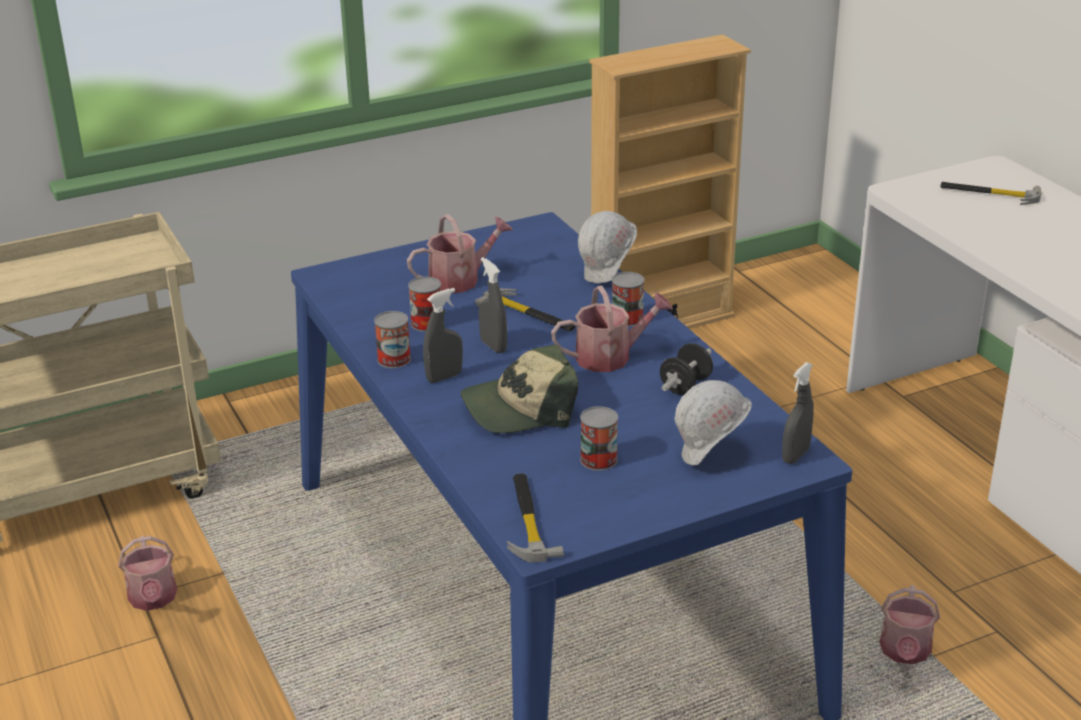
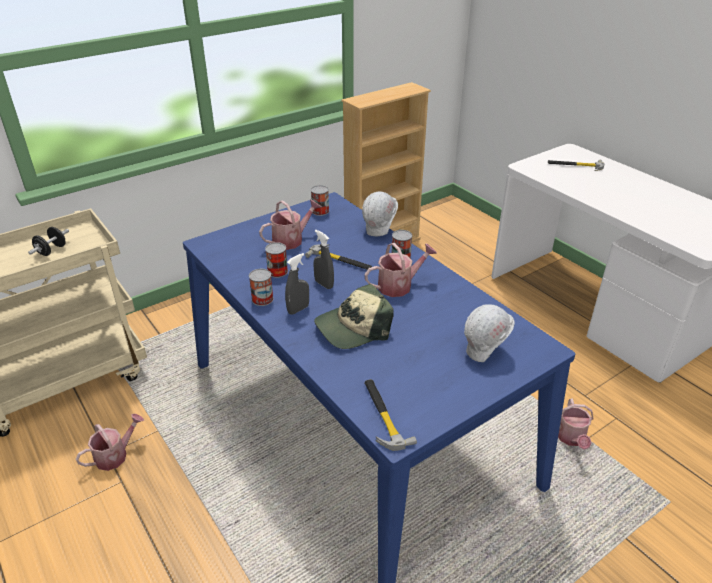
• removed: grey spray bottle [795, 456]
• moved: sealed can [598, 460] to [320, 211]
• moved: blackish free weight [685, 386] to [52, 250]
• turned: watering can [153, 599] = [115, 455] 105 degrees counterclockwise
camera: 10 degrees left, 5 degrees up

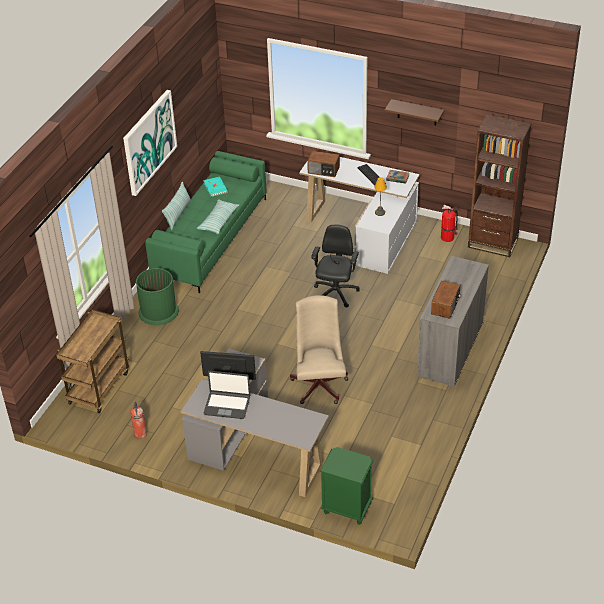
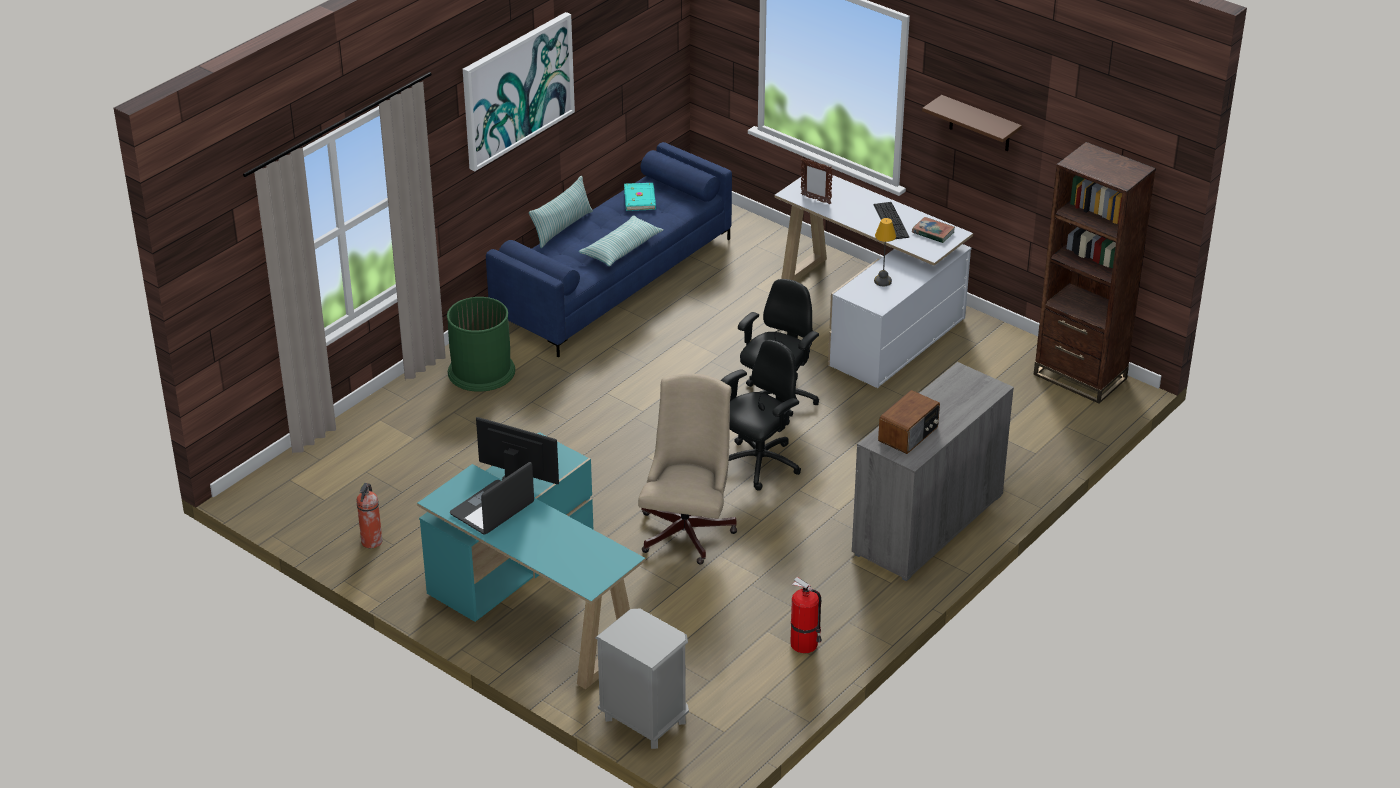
• removed: brown trolley [99, 387]
• added: blackish computer chair [758, 464]
• moved: extinguisher [448, 237] to [805, 644]
• replaced: radio receiver [323, 170] to picture frame [815, 199]
• recoloured: greenish settee [210, 238] to blue settee [613, 279]
• recoloured: grey desk unit [252, 448] to turquoise desk unit [535, 599]
• recoloured: greenish nightstand [347, 508] to grey nightstand [644, 721]
• turned: portable computer [227, 405] = [493, 509] 105 degrees clockwise
camera: 15 degrees right, 5 degrees down

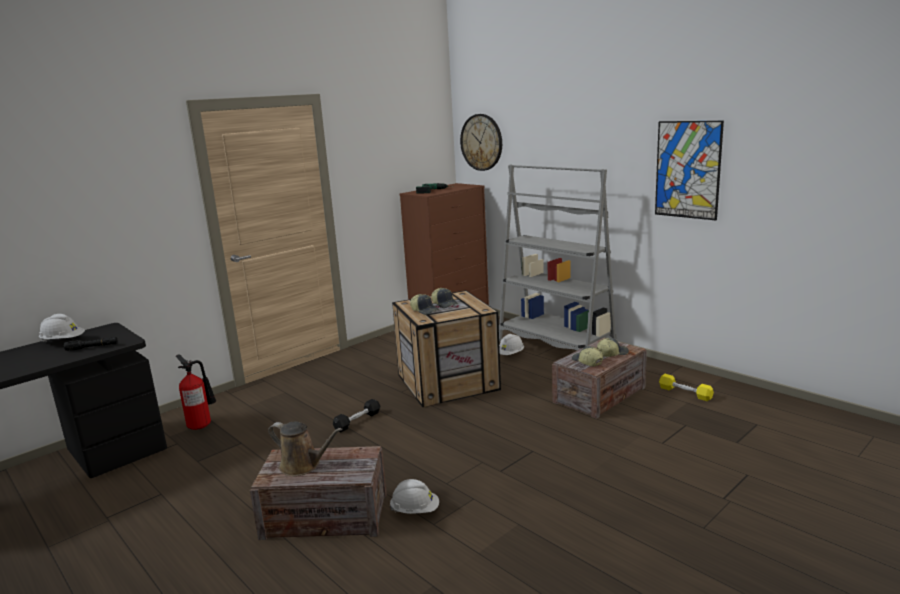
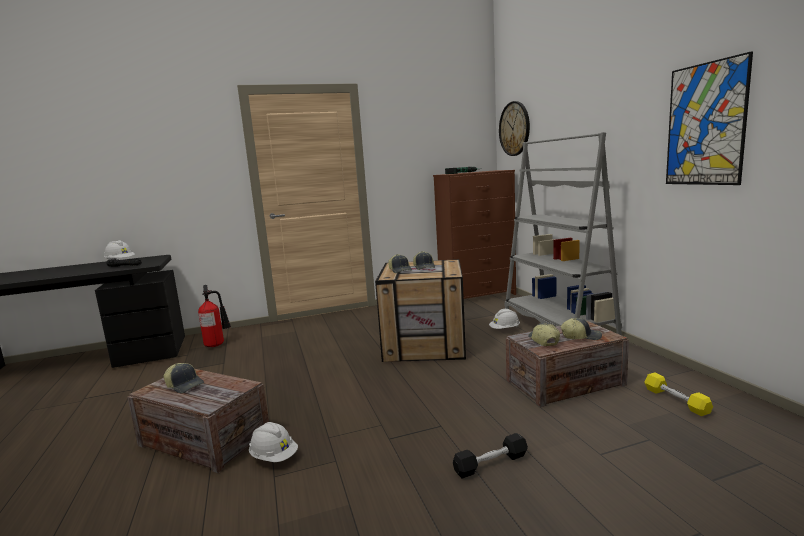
• moved: blackish free weight [357, 421] to [490, 463]
• replaced: brown watering can [303, 465] to peaked cap [185, 385]
camera: 25 degrees right, 5 degrees down

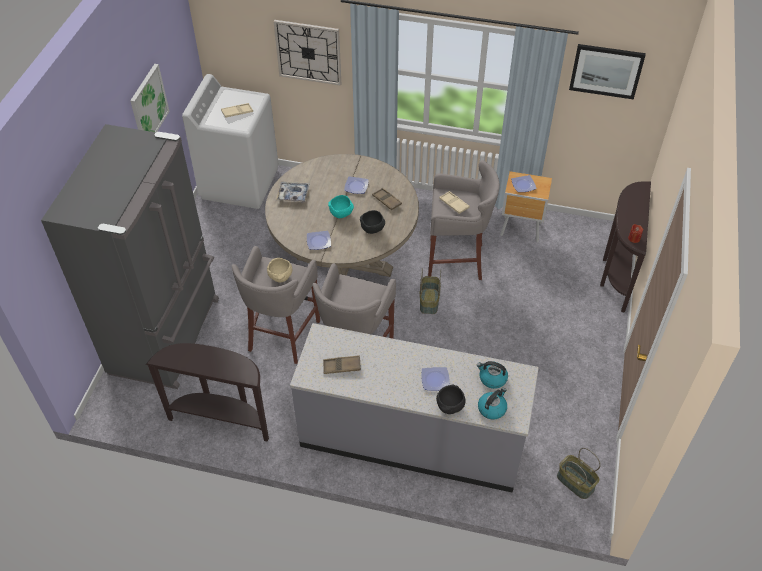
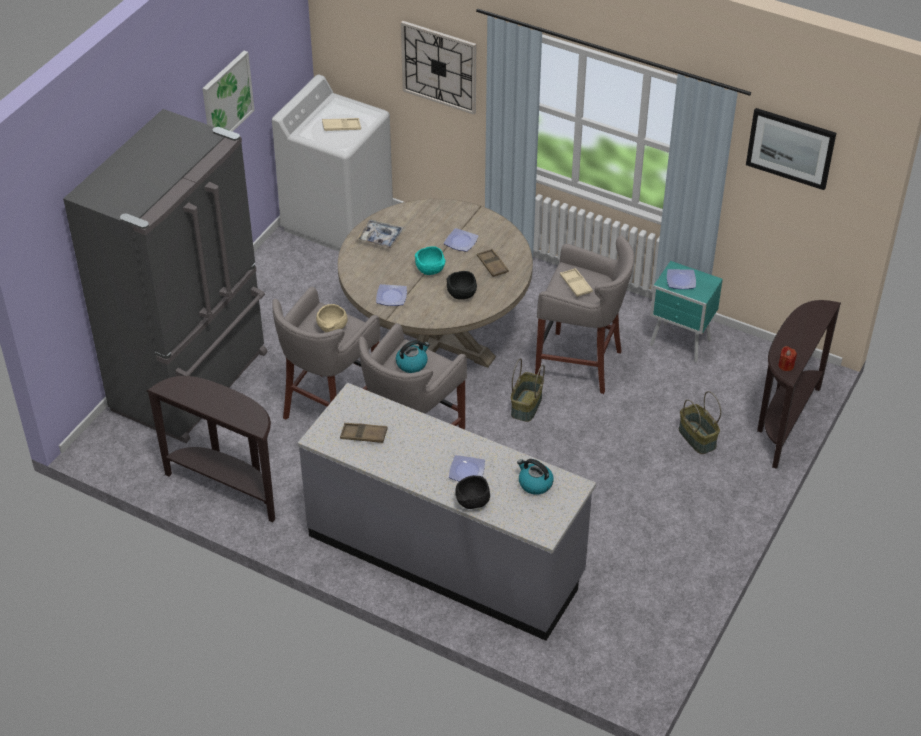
• moved: water kettle [492, 408] to [412, 363]
• moved: storage basket [574, 482] to [696, 438]
• recoloured: brown nightstand [521, 230] to turquoise nightstand [681, 344]
camera: 15 degrees right, 5 degrees down

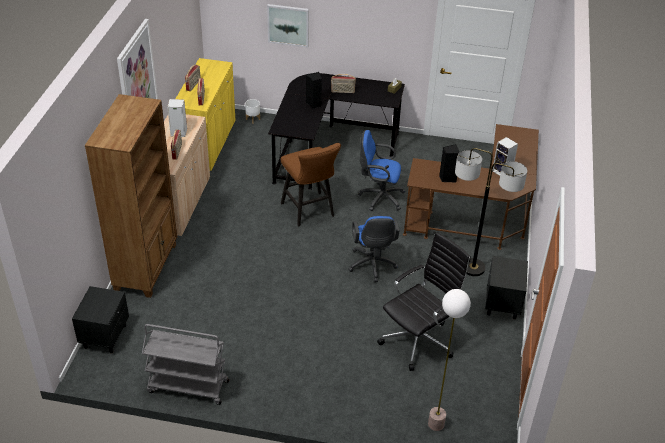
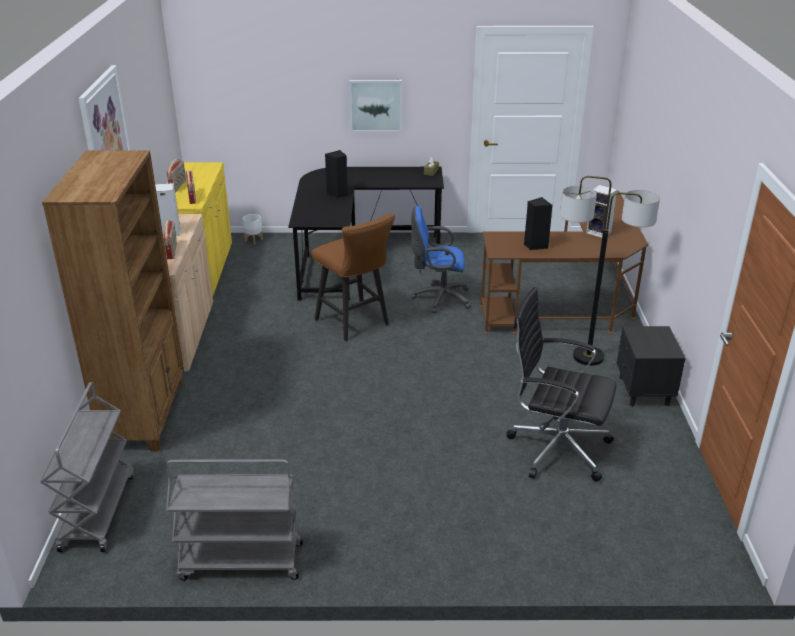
• removed: radio receiver [342, 91]
• removed: blue computer chair [372, 266]
• removed: standing lamp [436, 424]
• moved: wall art [288, 25] to [375, 105]
• replaced: blackish nightstand [105, 336] to grey trolley [97, 511]
• turned: blackish computer chair [419, 340] = [556, 448] 105 degrees counterclockwise
camera: 10 degrees left, 10 degrees down

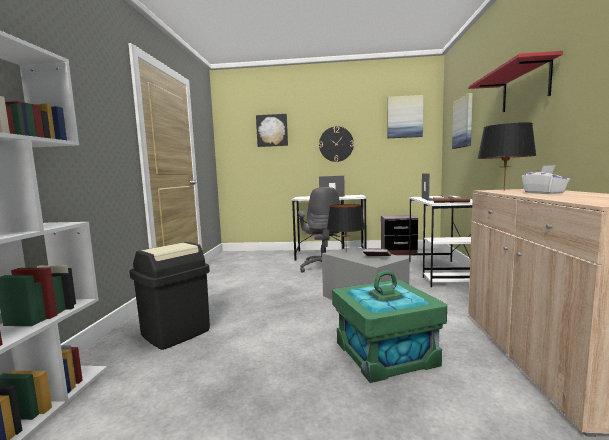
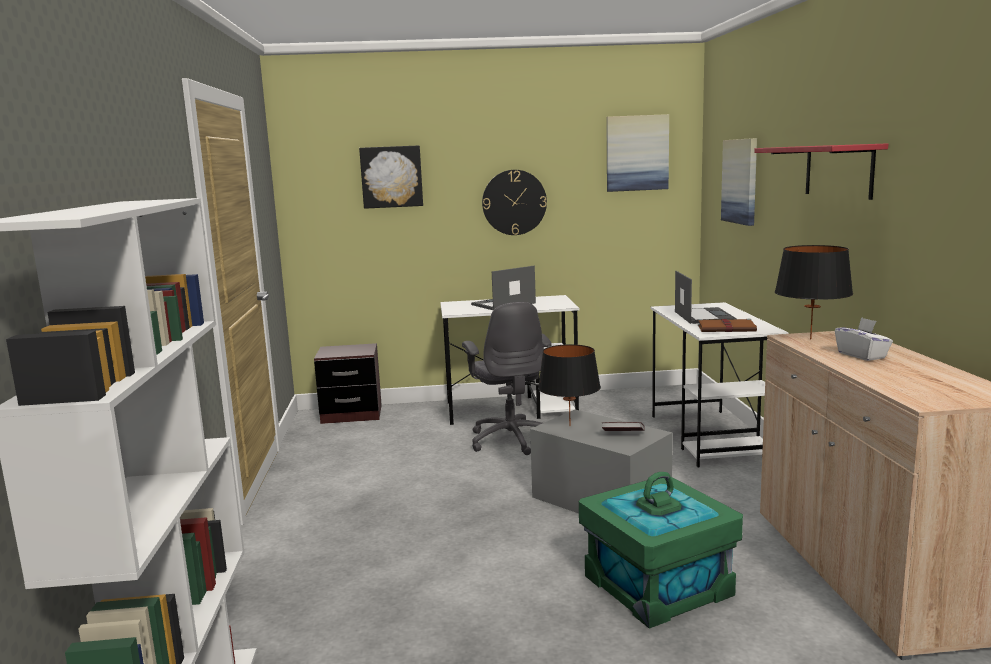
• removed: blackish rubbish bin [176, 333]
• moved: brown nightstand [398, 252] to [352, 414]
camera: 10 degrees left, 5 degrees up

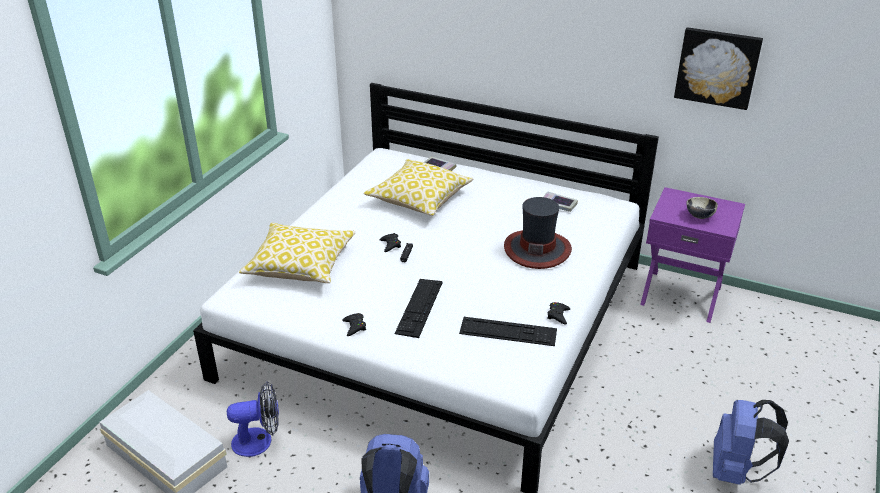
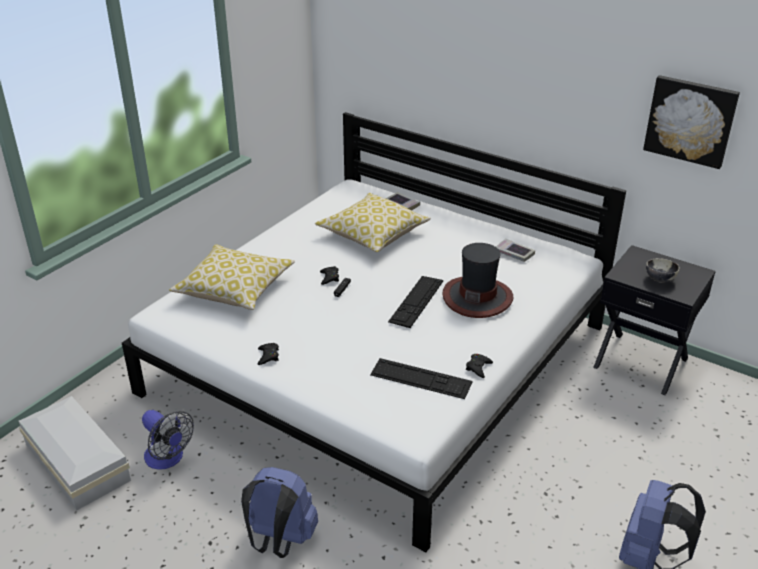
• moved: computer keyboard [419, 307] to [416, 301]
• recoloured: purple-coloured nightstand [681, 294] to blackish nightstand [641, 362]
• turned: cooling fan [259, 441] = [168, 459] 45 degrees clockwise
camera: 10 degrees right, 0 degrees up

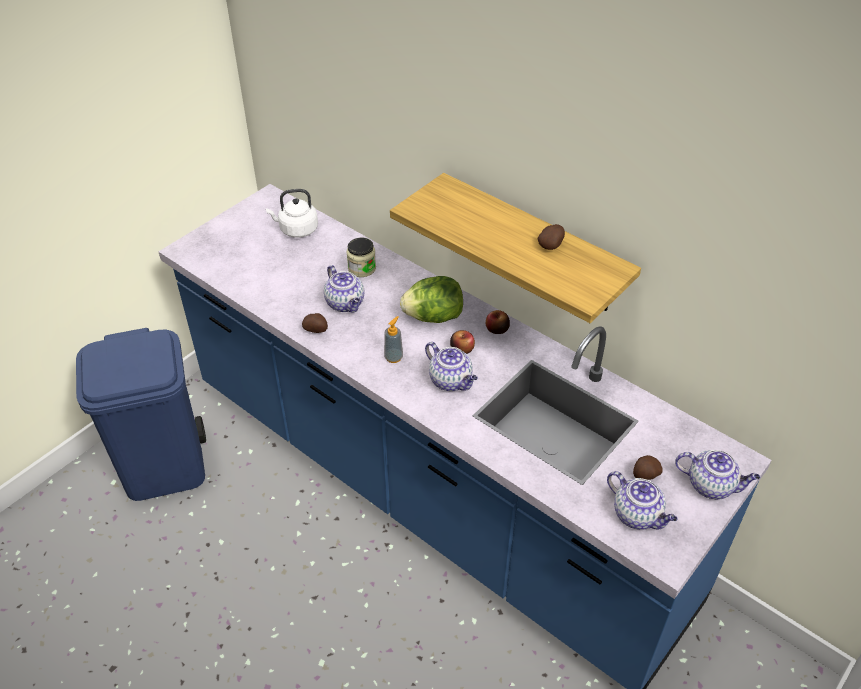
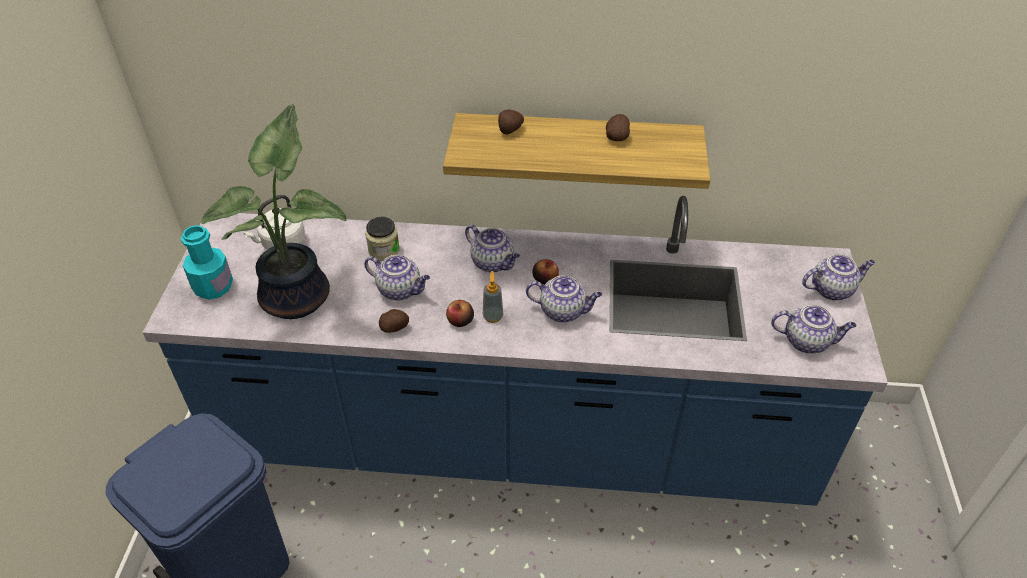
• added: turquoise bottle [213, 287]
• added: potted plant [300, 296]
• moved: apple fruit [497, 329] to [460, 321]
• moved: spud [645, 475] to [509, 130]
• replaced: head of lettuce [434, 316] to teapot [493, 263]
camera: 35 degrees left, 0 degrees up

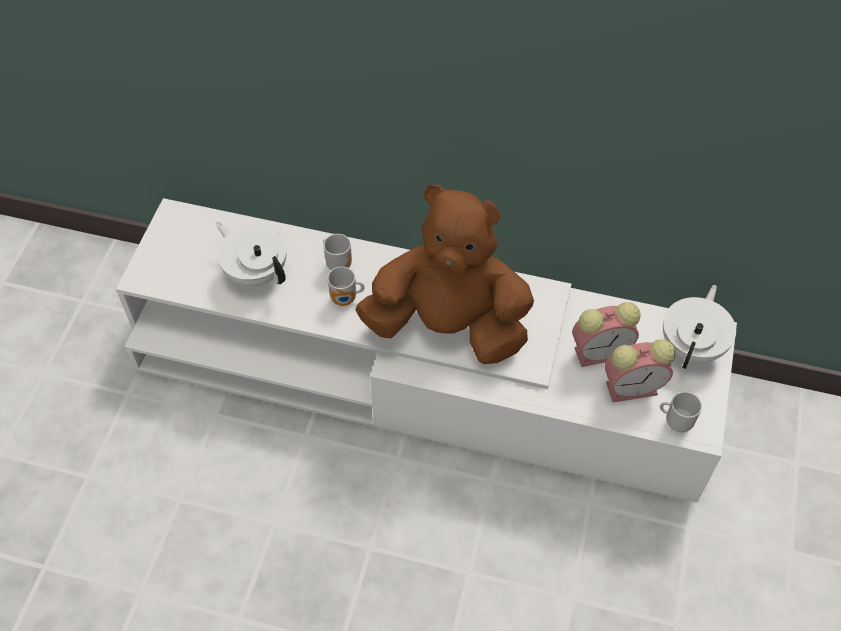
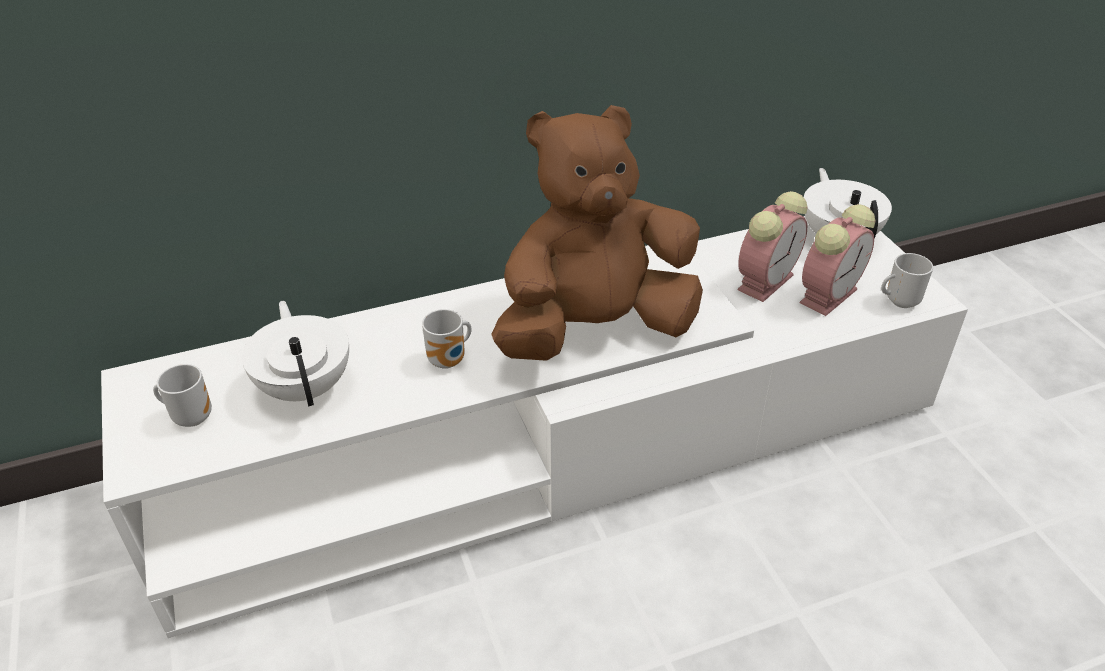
• moved: mug [338, 264] to [191, 416]
• turned: white-coloured teapot [256, 272] = [306, 387] 60 degrees clockwise
camera: 35 degrees left, 15 degrees down

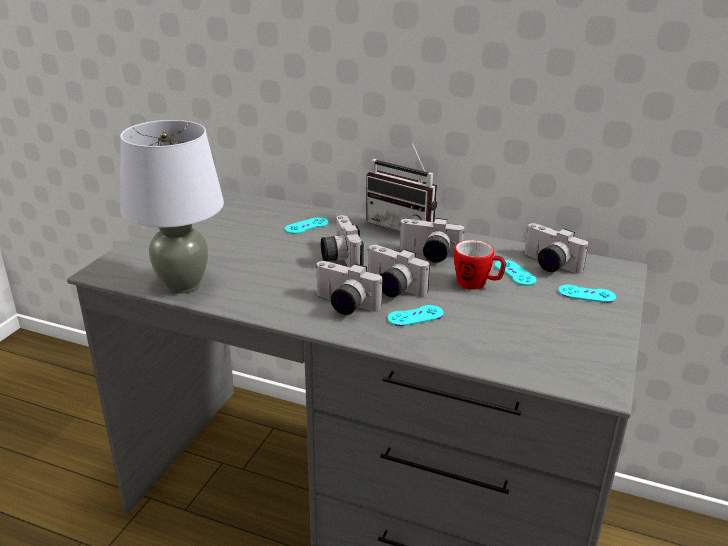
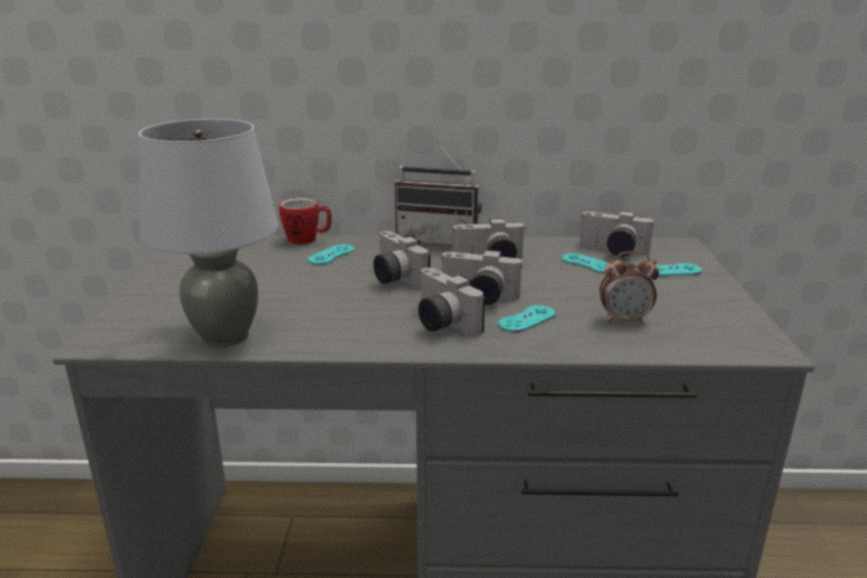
• added: table clock [624, 320]
• moved: mug [477, 284] to [308, 240]
• turned: still camera [344, 305] = [440, 323] 45 degrees clockwise
camera: 20 degrees left, 5 degrees down

